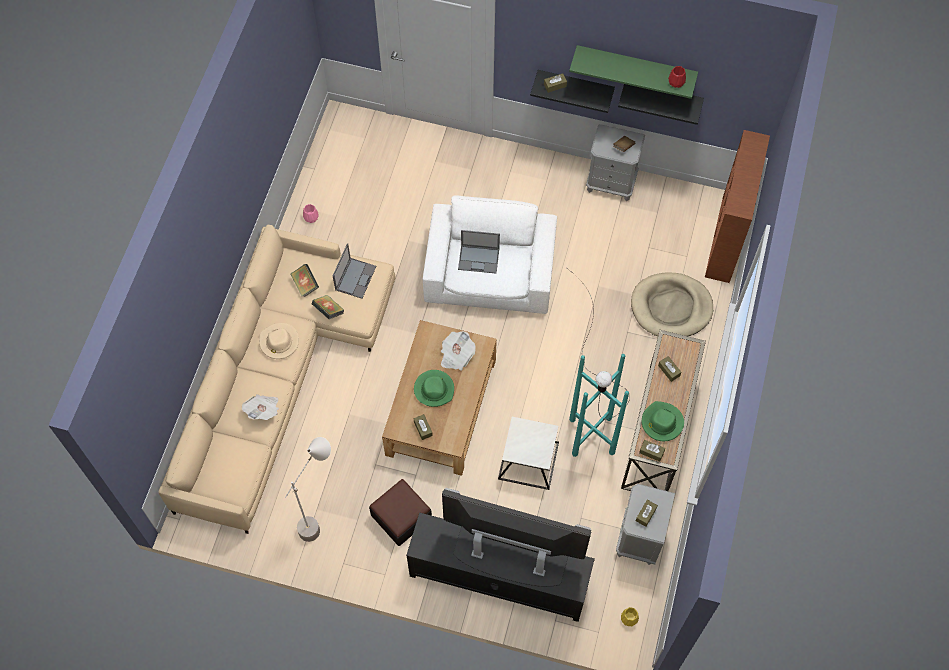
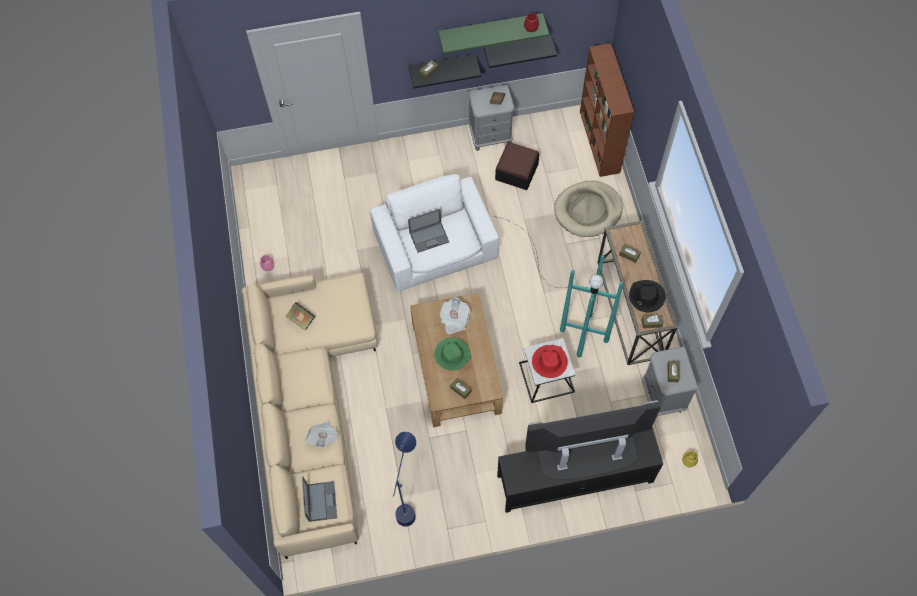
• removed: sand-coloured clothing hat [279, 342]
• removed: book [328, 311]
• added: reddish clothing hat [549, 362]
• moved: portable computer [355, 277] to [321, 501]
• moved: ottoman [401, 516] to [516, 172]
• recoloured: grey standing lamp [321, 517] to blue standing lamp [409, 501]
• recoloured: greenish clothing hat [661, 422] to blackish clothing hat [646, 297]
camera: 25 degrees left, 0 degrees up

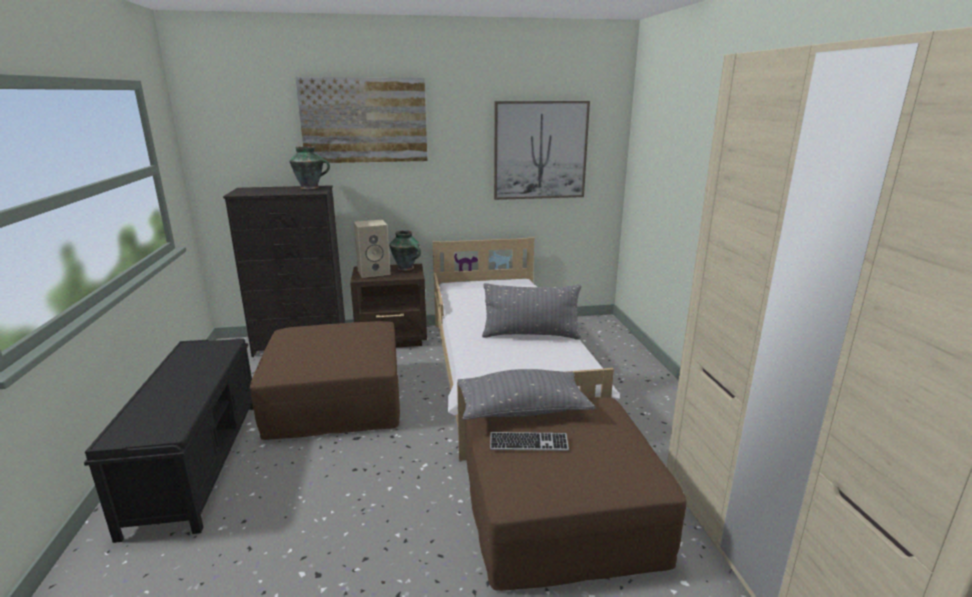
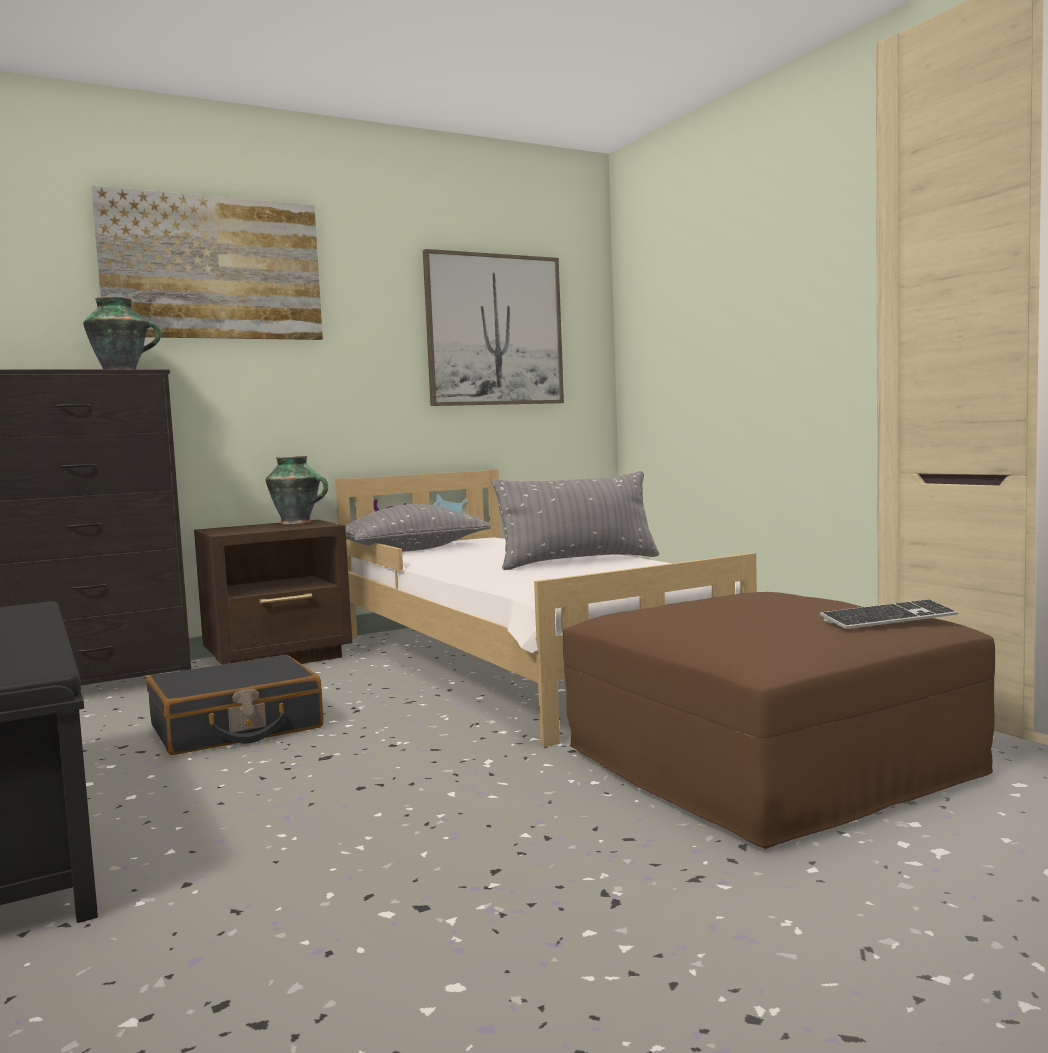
• removed: sand-coloured speaker [374, 272]
• moved: grey throw pillow [522, 410] to [412, 550]
• moved: computer keyboard [528, 443] to [889, 618]
• replaced: brown ottoman [335, 400] to blackish travel case [236, 728]
camera: 20 degrees left, 15 degrees down

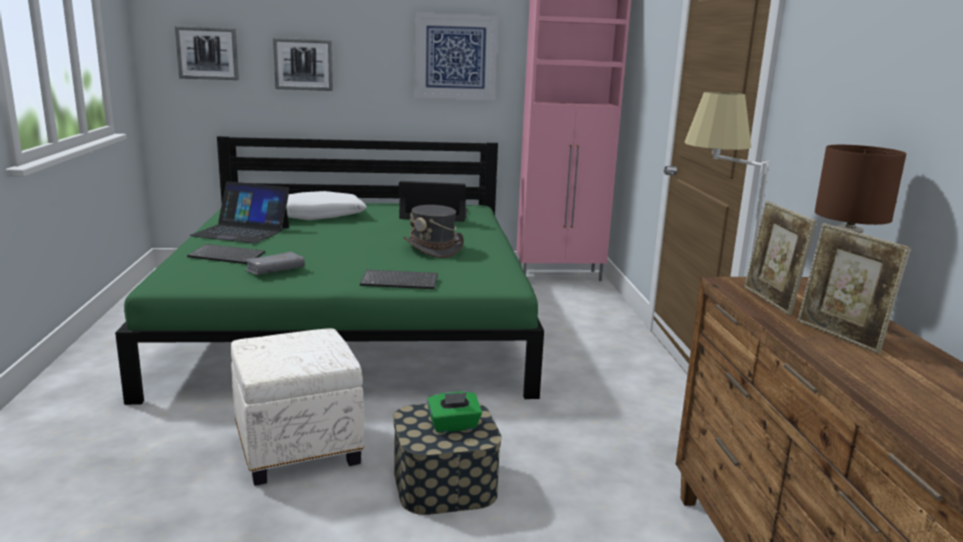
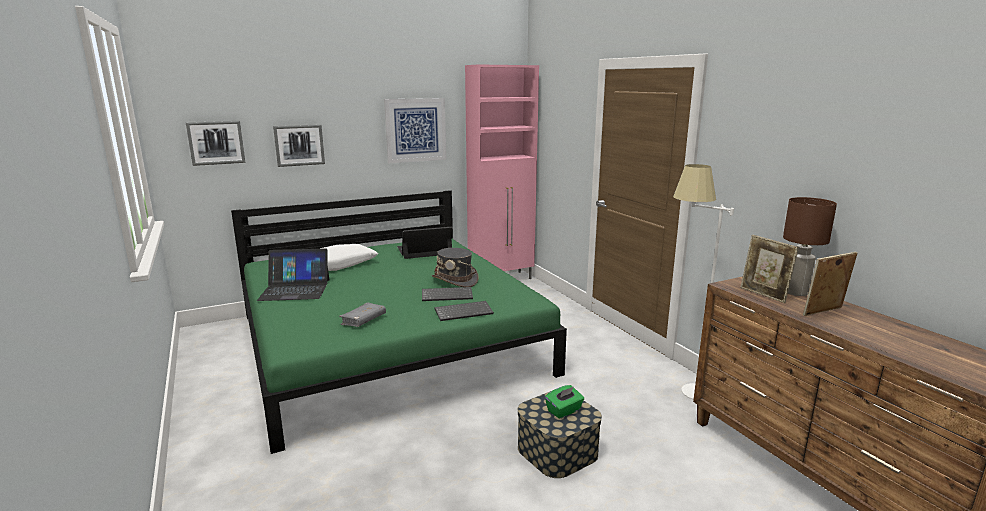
• removed: white-coloured ottoman [297, 450]
• moved: computer keyboard [228, 256] to [447, 295]
• turned: picture frame [840, 336] = [824, 312] 120 degrees clockwise
camera: 20 degrees left, 0 degrees up

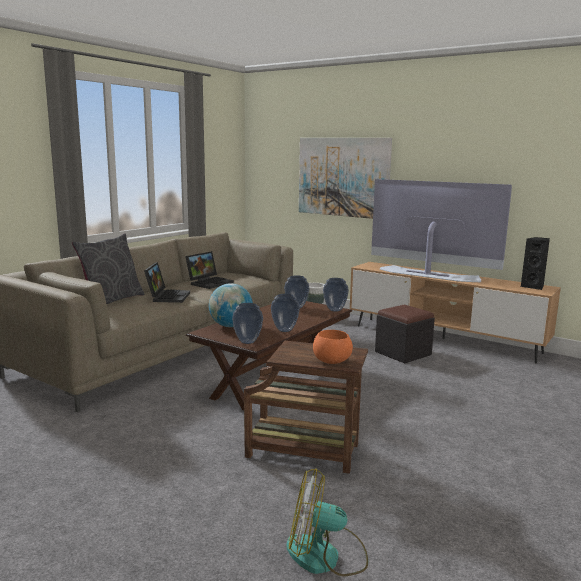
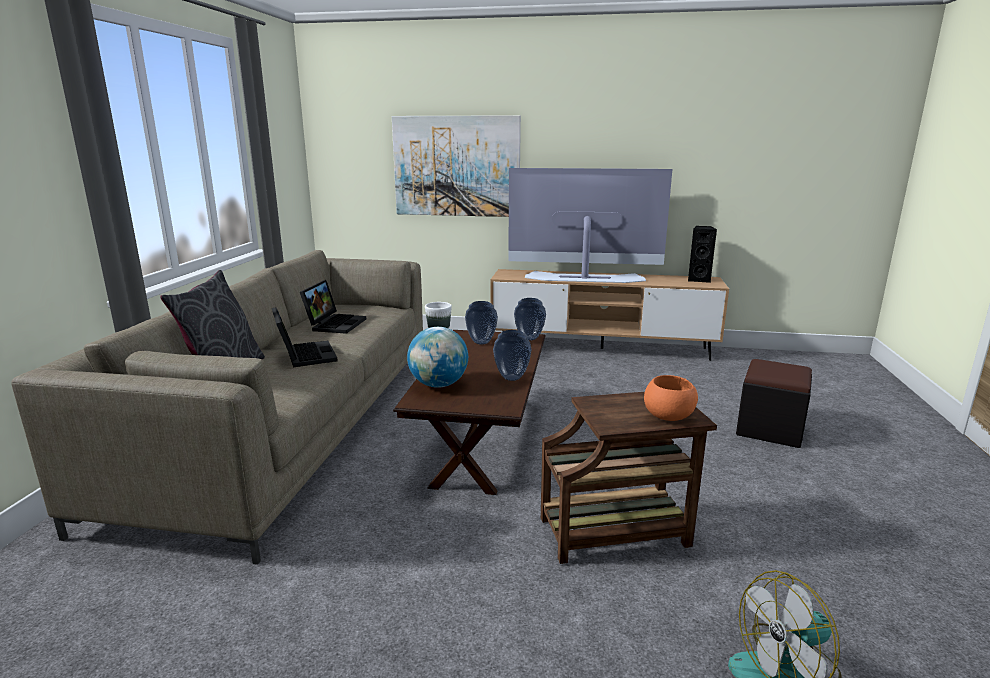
• removed: decorative vase [247, 342]
• moved: blackish ottoman [403, 353] to [769, 429]
camera: 25 degrees left, 5 degrees up

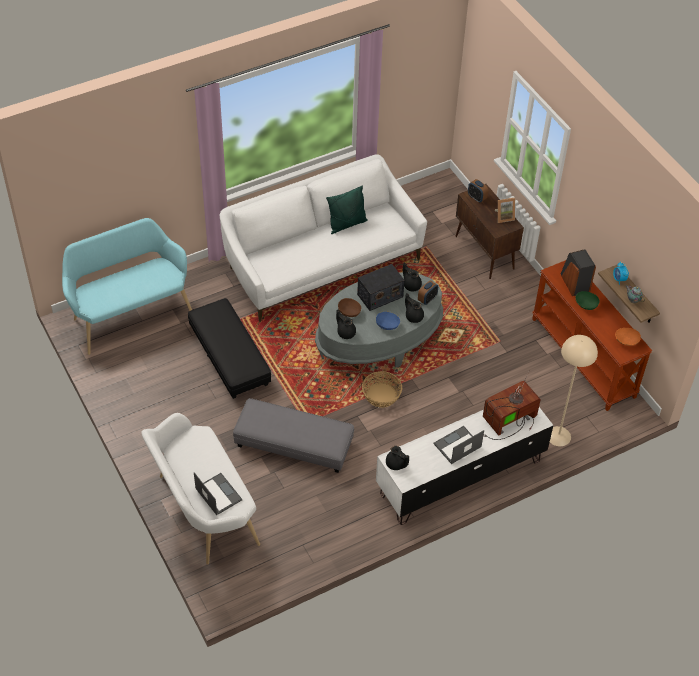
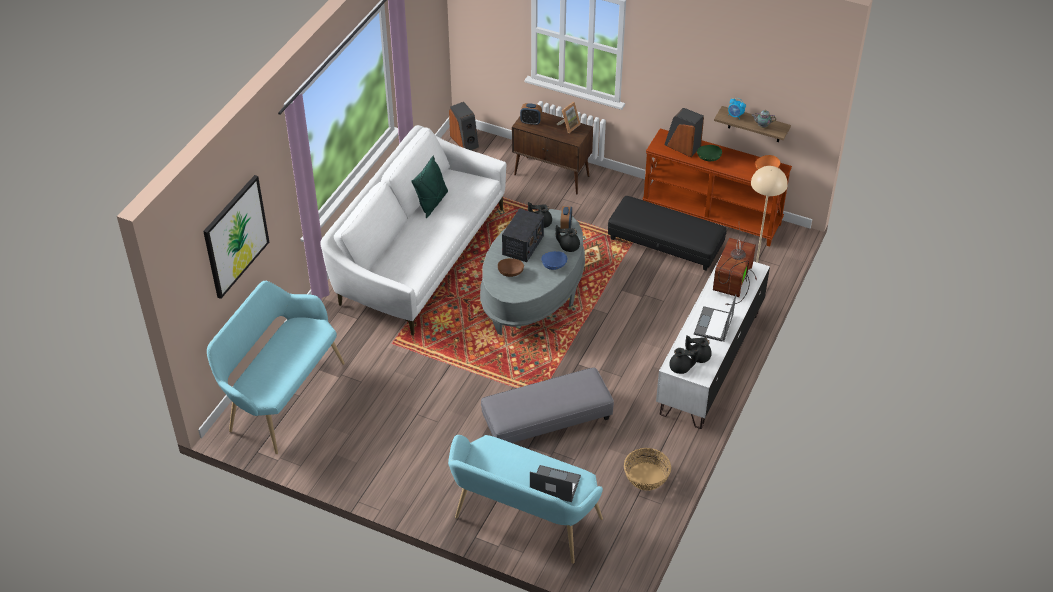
• added: wall art [235, 236]
• added: speaker [465, 141]
• moved: blackish ottoman [229, 356] to [665, 243]
• moved: blackish teapot [346, 332] to [698, 356]
• moved: storage basket [381, 395] to [646, 476]
• recoloured: white-coloured long seat [202, 510] to turquoise long seat [523, 522]
camera: 35 degrees left, 5 degrees down

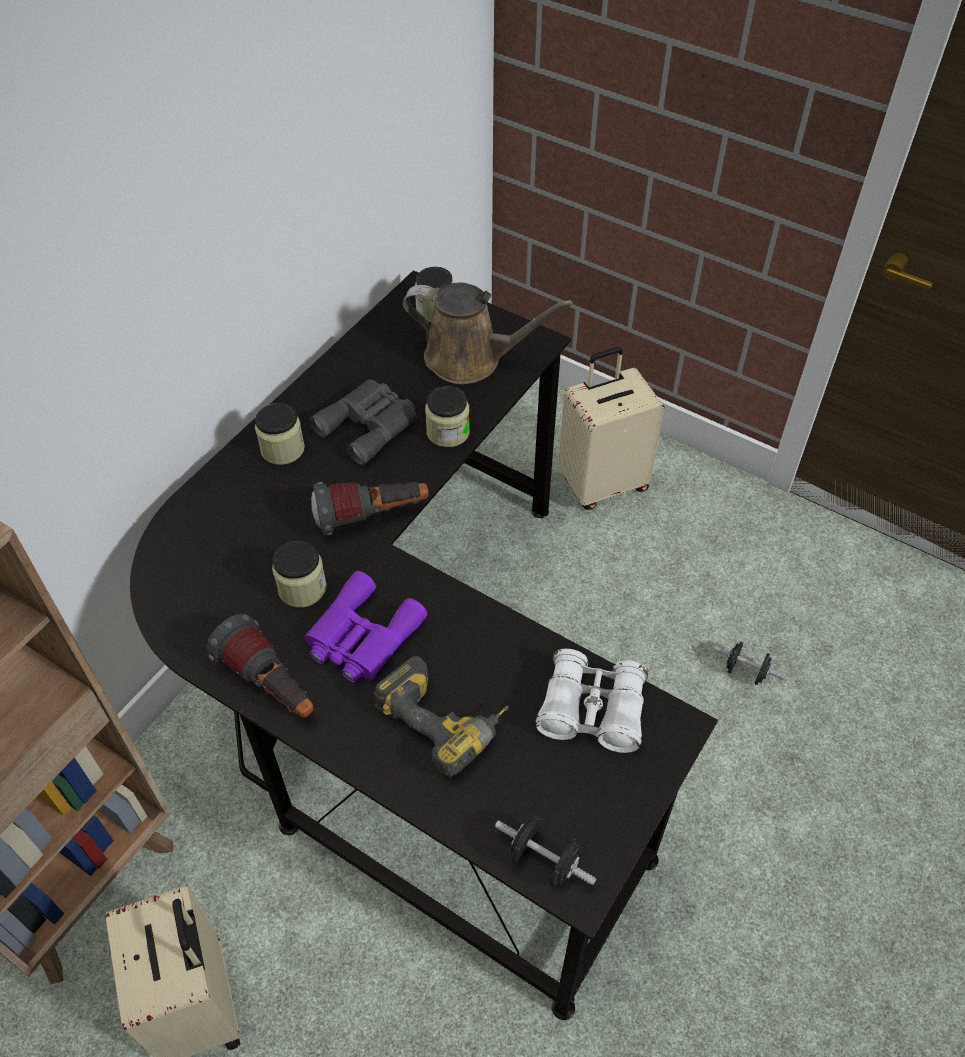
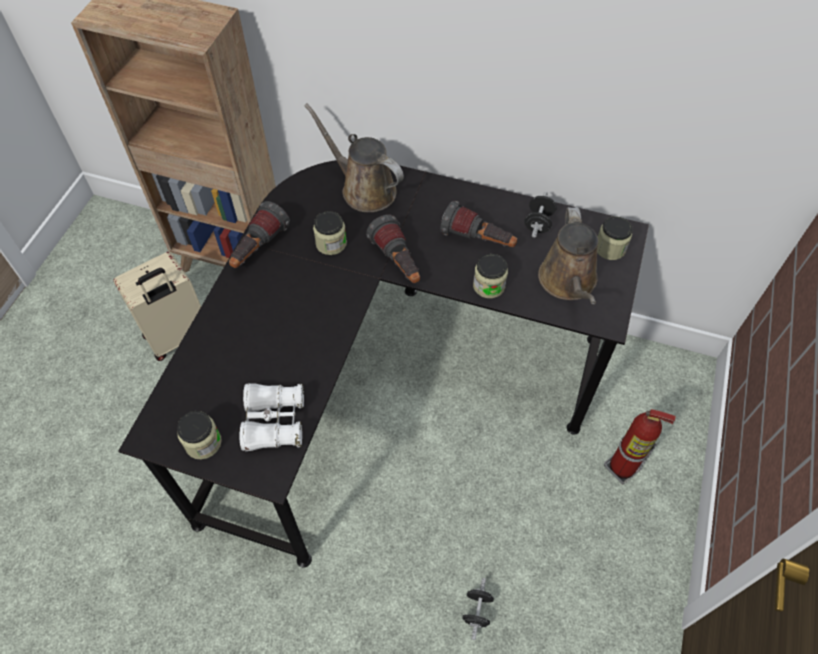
• removed: purple-coloured binoculars [361, 637]
• removed: power drill [445, 719]
• added: brown watering can [364, 189]
• moved: jar [282, 449] to [203, 442]
• moved: blackish free weight [544, 861] to [538, 223]
• replaced: grey binoculars [370, 425] to torch [478, 240]
• replaced: sand-coloured travel case [602, 482] to extinguisher [622, 468]
camera: 75 degrees right, 5 degrees up

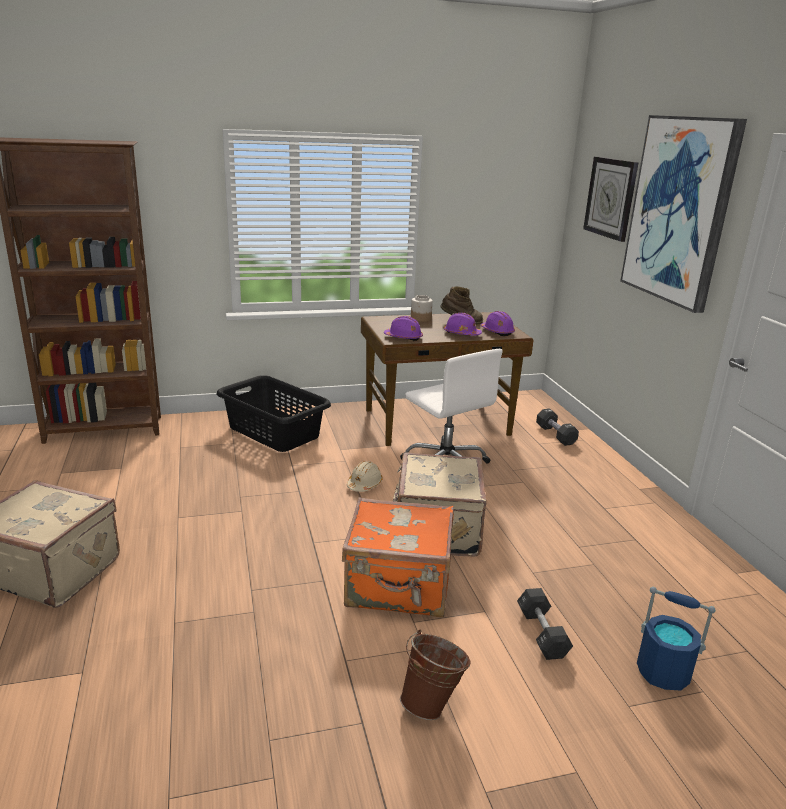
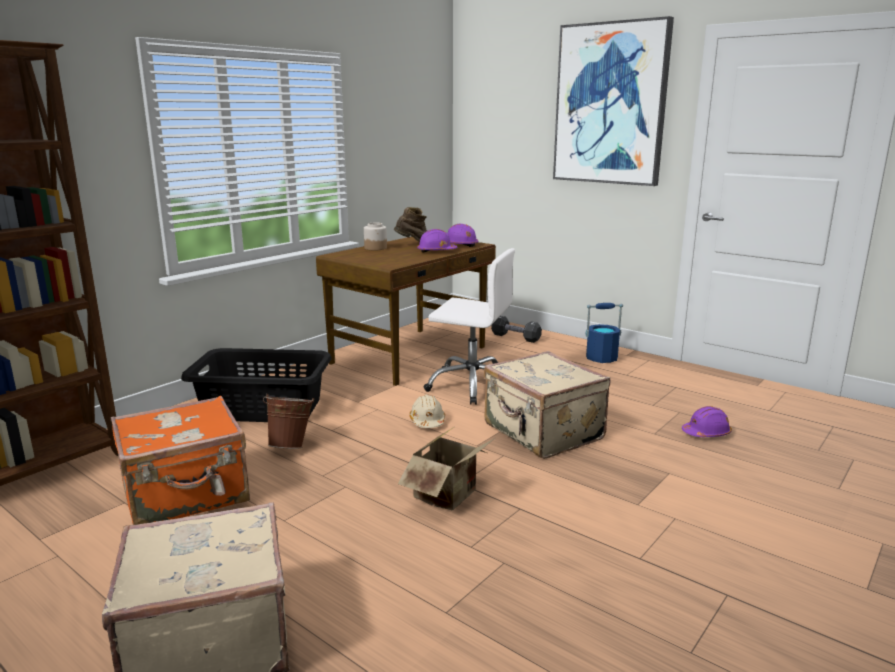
• removed: blackish free weight [542, 633]
• removed: wall clock [611, 198]
• added: cardboard box [450, 496]
• moved: orange travel case [398, 587] to [187, 495]
• moved: purple-coloured work helmet [403, 337] to [706, 433]
• moved: brown pail [432, 703] to [291, 446]
• moved: blue pail [663, 672] to [602, 358]
camera: 35 degrees left, 5 degrees down

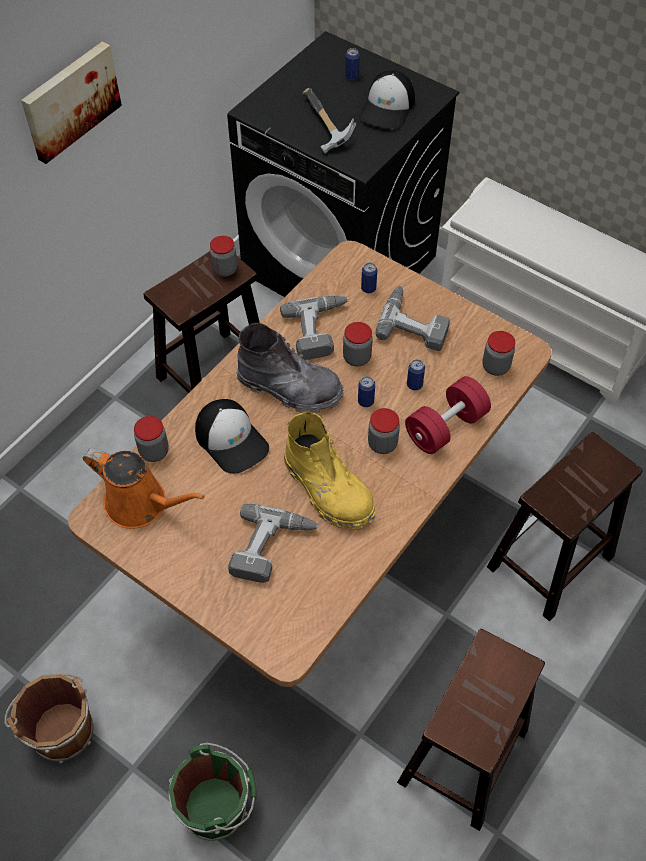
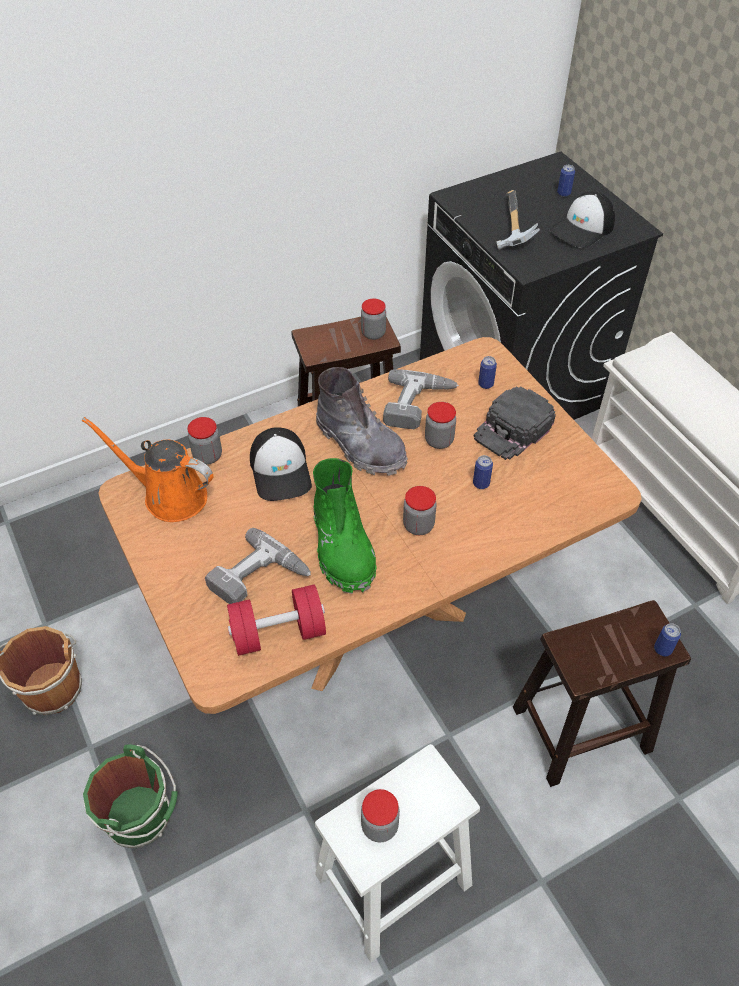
• removed: wall art [70, 100]
• moved: sealed can [365, 401] to [662, 649]
• moved: reddish free weight [446, 427] to [278, 632]
• moved: jar [495, 366] to [379, 826]
• replaced: power drill [415, 323] to blackish peaked cap [513, 429]
• recoloured: yellow-coloured boot [328, 490] to greenish boot [342, 547]
• recoloured: brown stool seat [462, 758] to white-coloured stool seat [391, 882]
• turned: orange watering can [141, 504] = [169, 495] 150 degrees clockwise
camera: 25 degrees right, 5 degrees down

